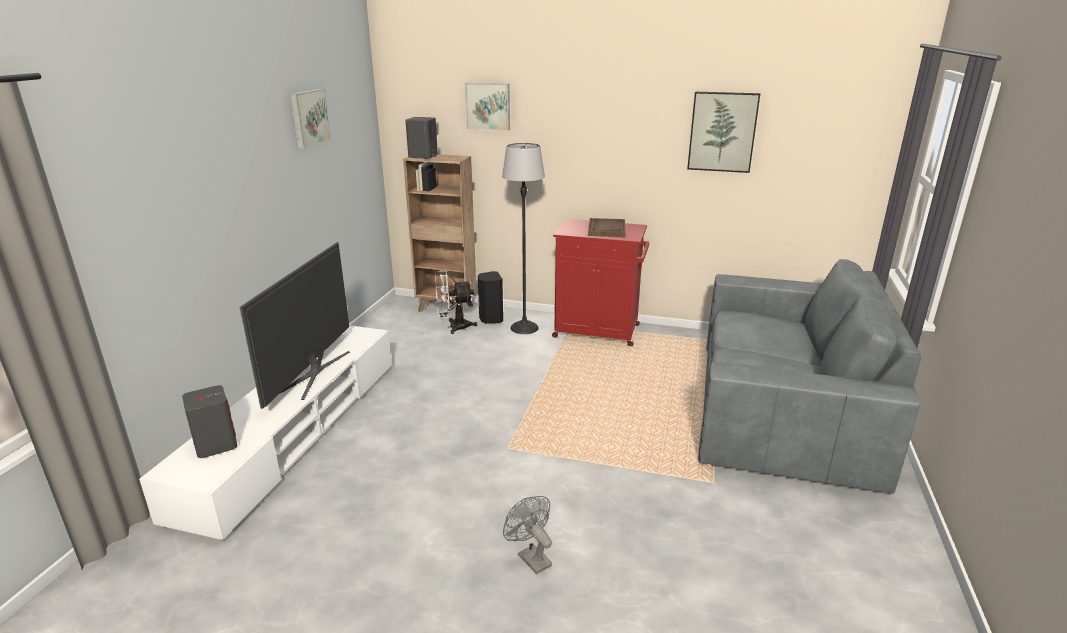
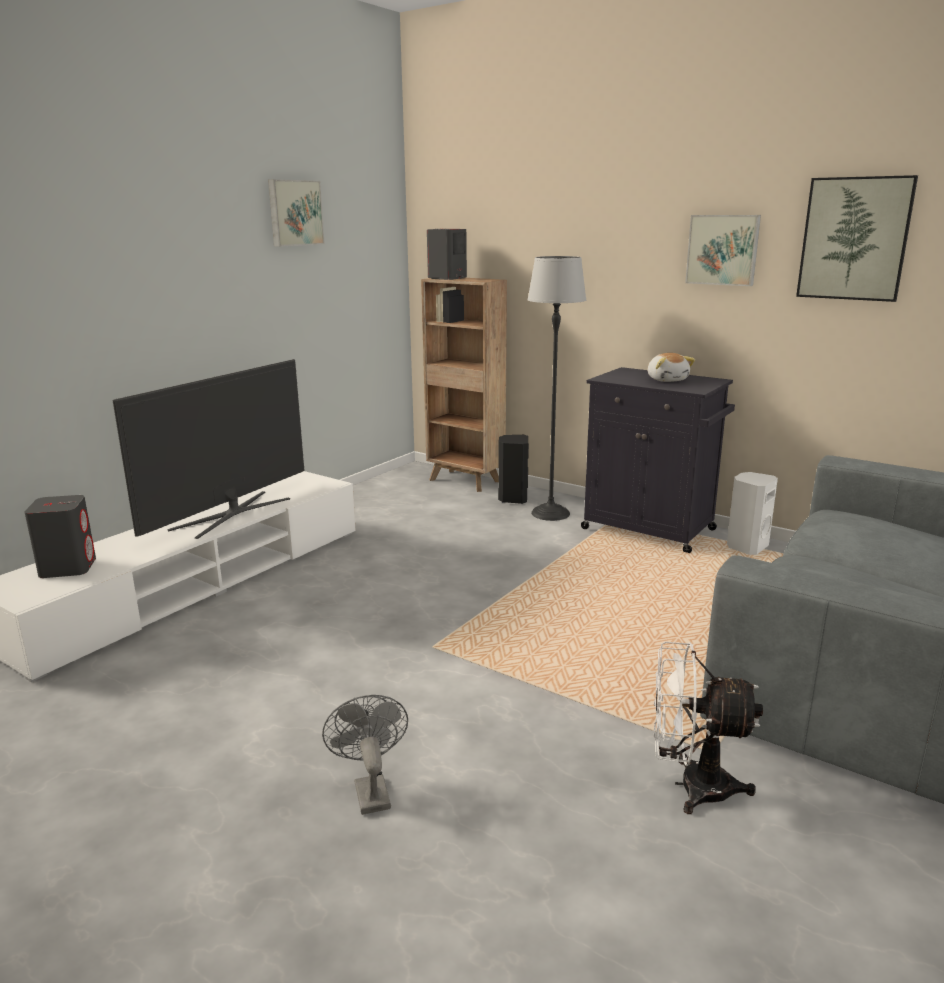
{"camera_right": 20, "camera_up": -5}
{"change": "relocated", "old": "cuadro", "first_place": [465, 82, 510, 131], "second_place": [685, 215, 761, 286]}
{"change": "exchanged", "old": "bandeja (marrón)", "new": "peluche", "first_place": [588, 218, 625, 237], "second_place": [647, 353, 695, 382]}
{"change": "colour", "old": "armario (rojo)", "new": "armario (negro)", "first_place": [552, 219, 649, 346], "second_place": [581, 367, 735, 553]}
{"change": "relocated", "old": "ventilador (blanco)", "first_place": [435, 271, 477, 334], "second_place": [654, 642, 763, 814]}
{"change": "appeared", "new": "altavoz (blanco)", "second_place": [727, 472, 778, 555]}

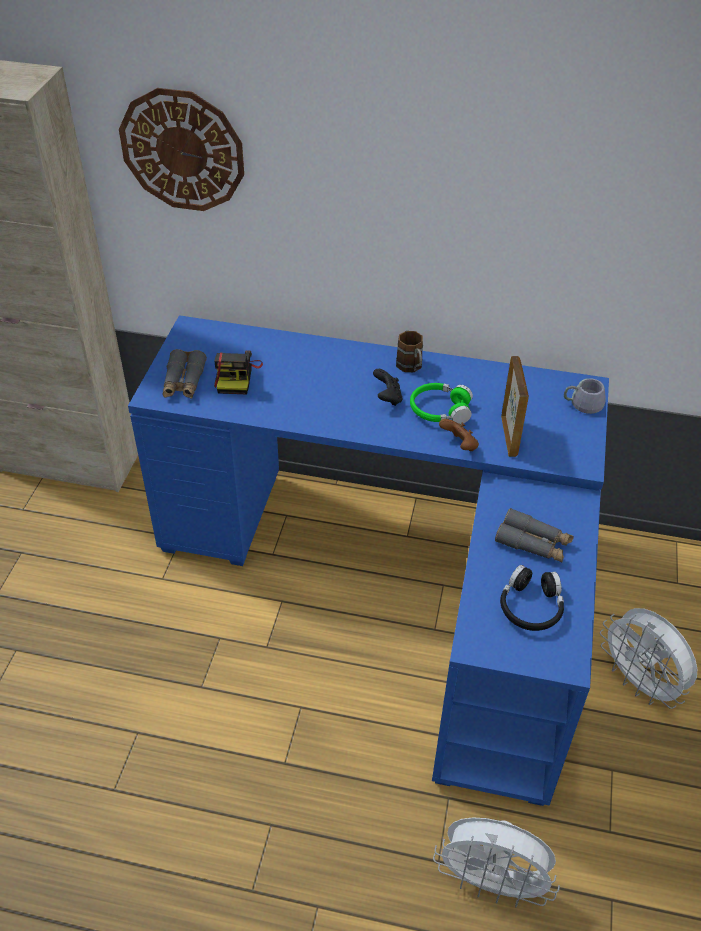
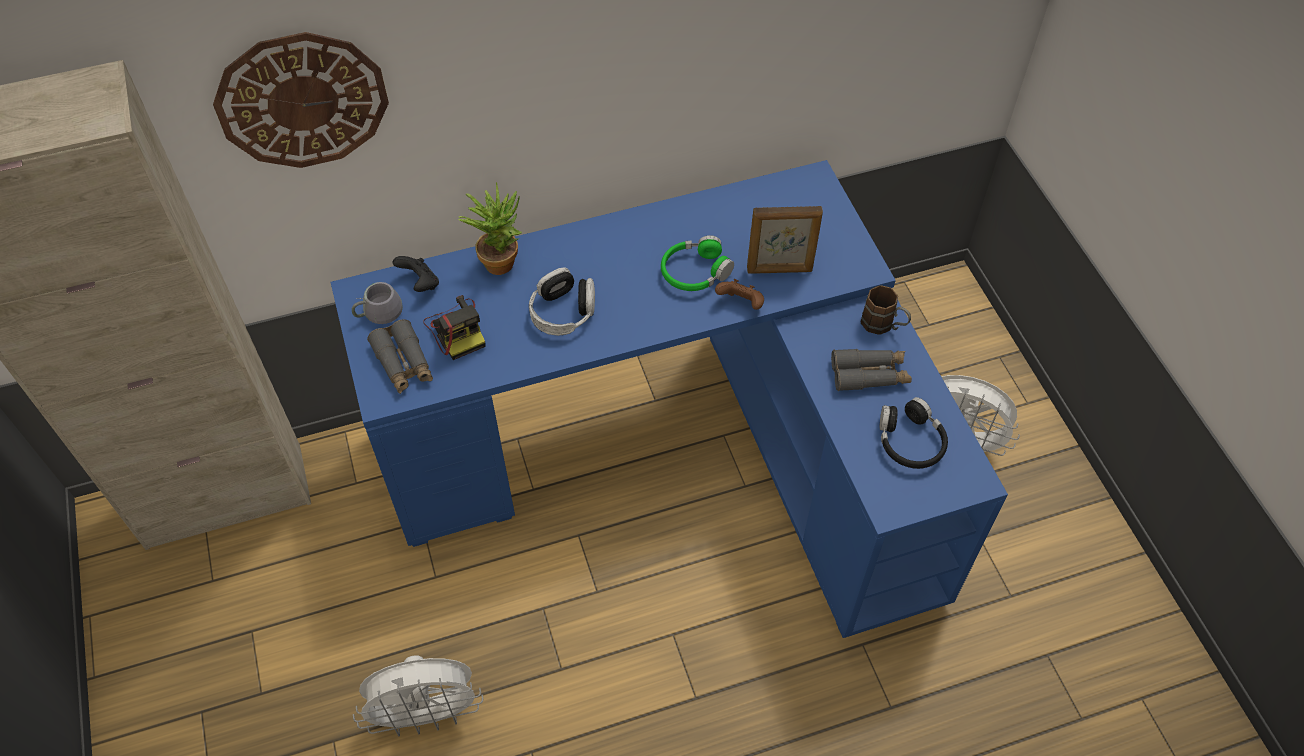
{"camera_right": -30, "camera_up": 10}
{"change": "relocated", "old": "taza grande (marrón)", "first_place": [396, 331, 423, 372], "second_place": [861, 285, 911, 335]}
{"change": "spun", "old": "portarretratos", "first_place": [501, 356, 529, 457], "second_place": [747, 206, 823, 274], "degrees": 120}
{"change": "relocated", "old": "mando de consola (negro)", "first_place": [373, 369, 402, 406], "second_place": [393, 256, 439, 292]}
{"change": "relocated", "old": "taza grande (gris)", "first_place": [564, 378, 606, 414], "second_place": [352, 282, 403, 324]}
{"change": "relocated", "old": "ventilador (blanco)", "first_place": [433, 817, 560, 907], "second_place": [353, 655, 483, 736]}
{"change": "appeared", "new": "planta en maceta", "second_place": [458, 182, 522, 275]}
{"change": "appeared", "new": "auriculares", "second_place": [529, 267, 595, 336]}

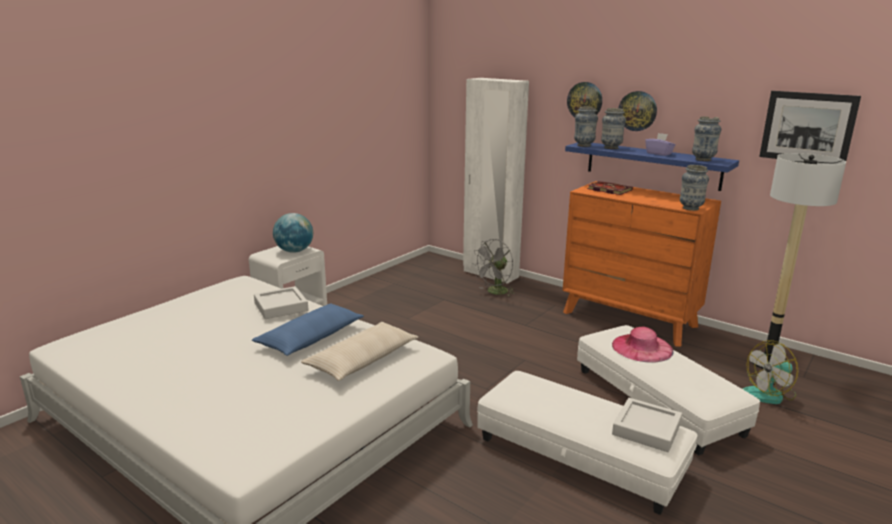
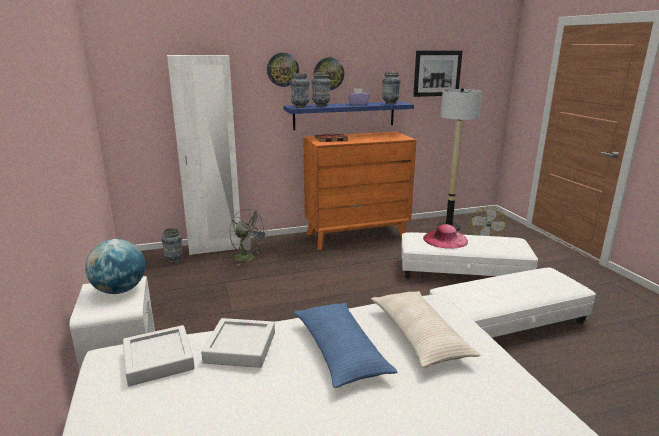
{"camera_right": -55, "camera_up": 0}
{"change": "relocated", "old": "florero", "first_place": [680, 165, 709, 211], "second_place": [161, 228, 183, 263]}
{"change": "spun", "old": "ventilador (gris)", "first_place": [474, 239, 514, 296], "second_place": [230, 208, 269, 266], "degrees": -45}
{"change": "relocated", "old": "bandeja (gris)", "first_place": [612, 398, 682, 452], "second_place": [123, 325, 195, 386]}

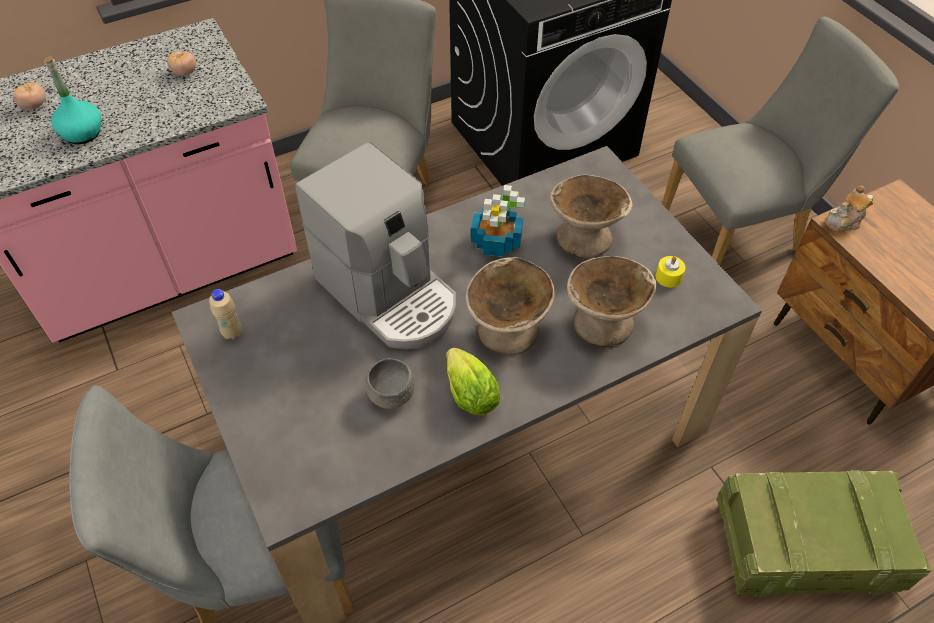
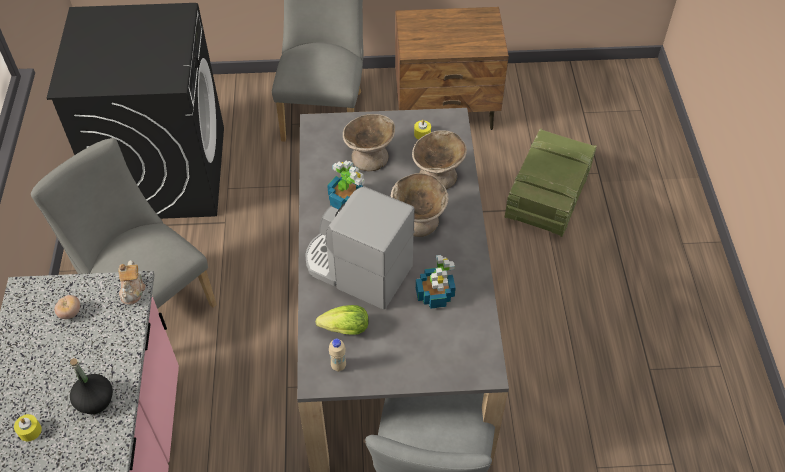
{"camera_right": -65, "camera_up": 0}
{"change": "colour", "old": "botella (turquesa)", "new": "botella (negro)", "first_place": [44, 56, 101, 144], "second_place": [70, 358, 113, 414]}
{"change": "exchanged", "old": "tomate", "new": "vela (amarillo)", "first_place": [14, 82, 46, 109], "second_place": [14, 414, 42, 441]}
{"change": "spun", "old": "cafetera", "first_place": [295, 142, 456, 349], "second_place": [305, 186, 415, 310], "degrees": -135}
{"change": "relocated", "old": "tetera", "first_place": [825, 186, 874, 232], "second_place": [118, 260, 146, 305]}
{"change": "relocated", "old": "lechuga", "first_place": [447, 348, 500, 415], "second_place": [316, 305, 368, 335]}
{"change": "exchanged", "old": "cuenco (gris)", "new": "planta en maceta", "first_place": [365, 358, 415, 409], "second_place": [416, 255, 456, 309]}

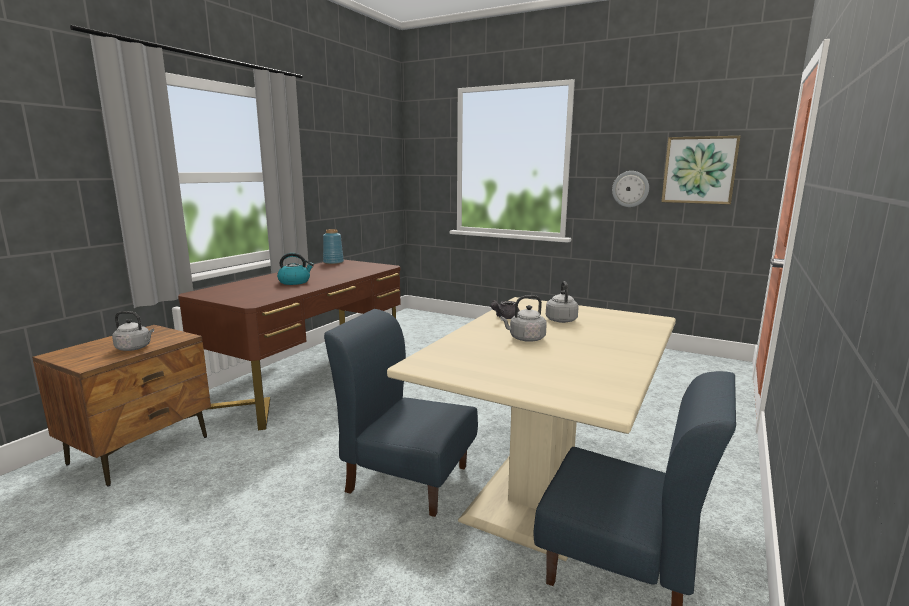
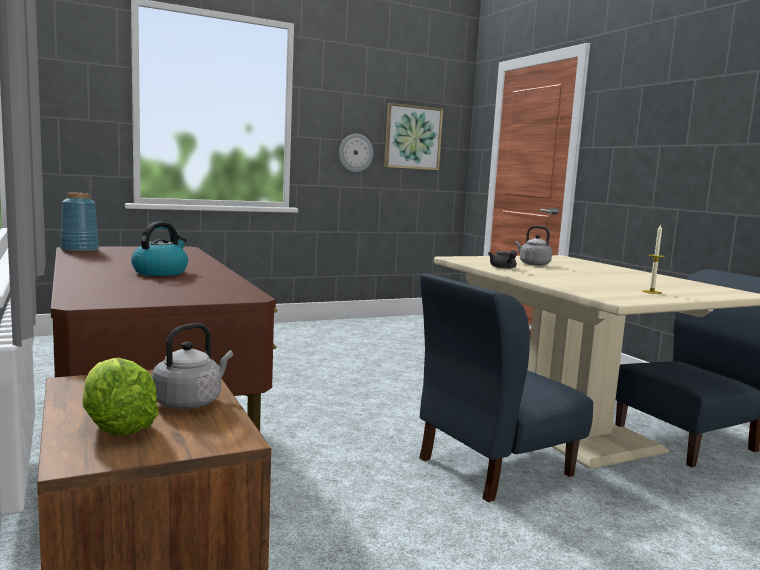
{"camera_right": -55, "camera_up": -5}
{"change": "missing", "old": "hervidor (gris)", "first_place": [500, 295, 547, 342]}
{"change": "appeared", "new": "vela", "second_place": [642, 224, 665, 294]}
{"change": "appeared", "new": "lechuga", "second_place": [82, 358, 159, 436]}

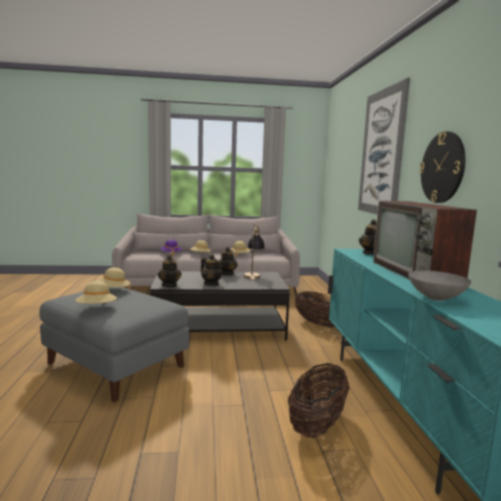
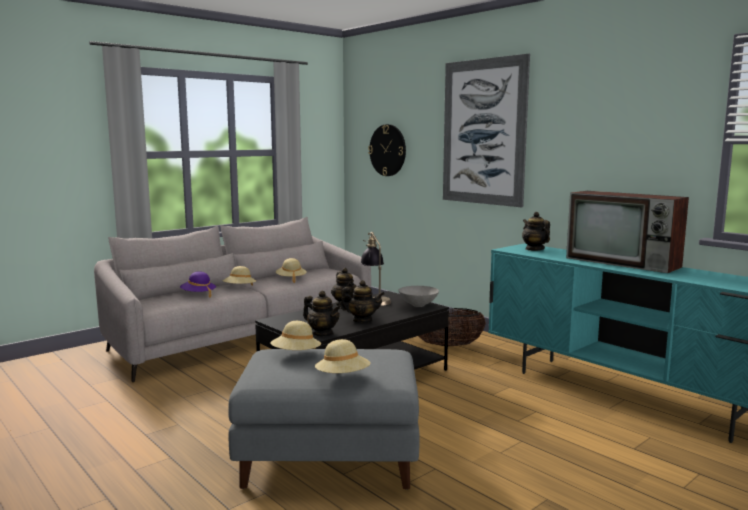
{"camera_right": -35, "camera_up": 0}
{"change": "relocated", "old": "reloj de pared", "first_place": [419, 131, 465, 203], "second_place": [368, 124, 406, 176]}
{"change": "relocated", "old": "cuenco (gris)", "first_place": [408, 270, 471, 301], "second_place": [399, 286, 439, 307]}
{"change": "missing", "old": "cesta", "first_place": [288, 363, 349, 438]}

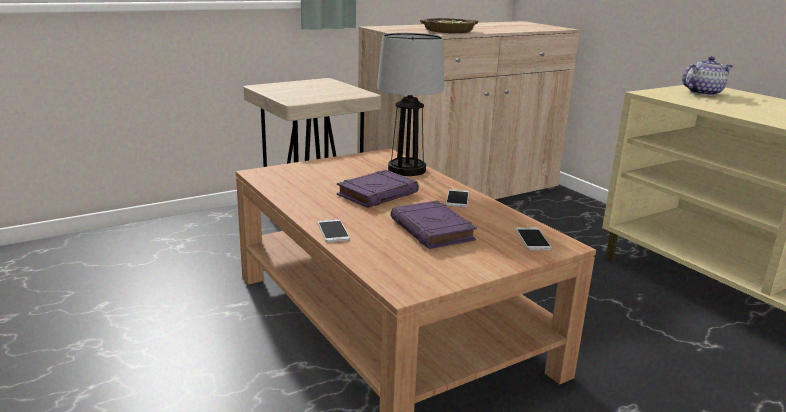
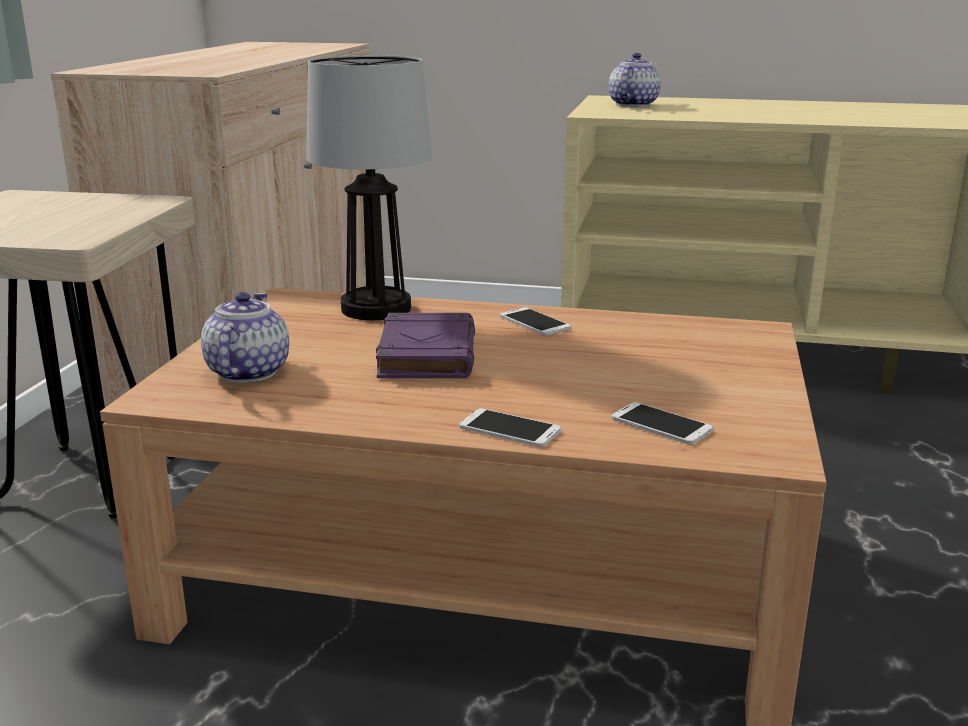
{"camera_right": -45, "camera_up": 0}
{"change": "missing", "old": "cuenco", "first_place": [420, 18, 478, 33]}
{"change": "missing", "old": "libro (morado)", "first_place": [391, 200, 477, 249]}
{"change": "relocated", "old": "móvil", "first_place": [516, 228, 552, 250], "second_place": [611, 402, 714, 445]}
{"change": "appeared", "new": "tetera", "second_place": [201, 292, 289, 383]}

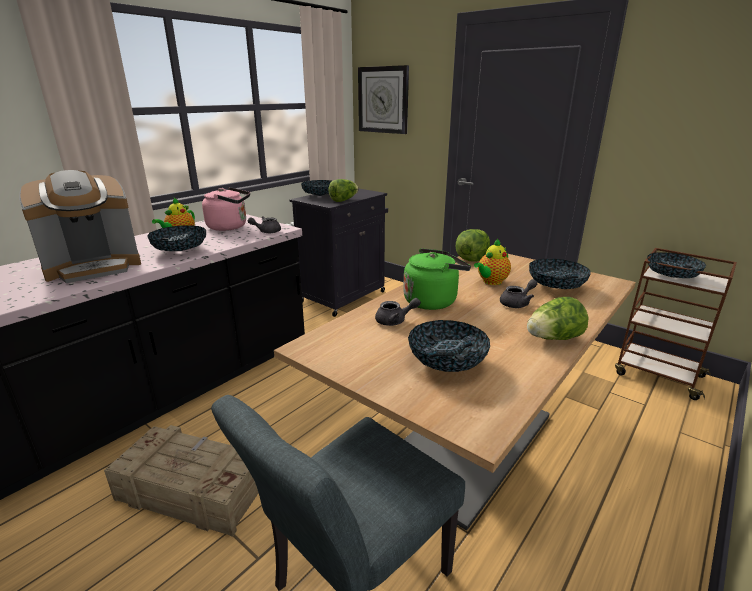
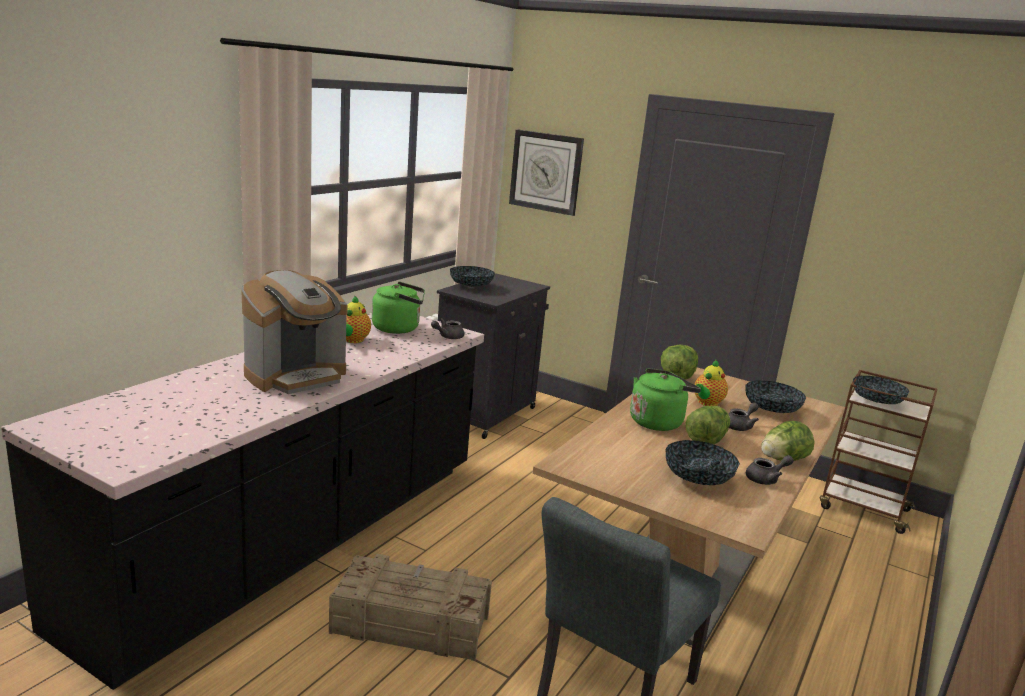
{"camera_right": -10, "camera_up": -5}
{"change": "relocated", "old": "lechuga", "first_place": [328, 179, 359, 202], "second_place": [685, 406, 730, 444]}
{"change": "colour", "old": "hervidor (rosa)", "new": "hervidor (verde)", "first_place": [202, 187, 250, 231], "second_place": [372, 282, 425, 334]}
{"change": "missing", "old": "cuenco", "first_place": [147, 225, 206, 251]}
{"change": "relocated", "old": "tetera (gris)", "first_place": [375, 298, 421, 326], "second_place": [746, 455, 794, 485]}

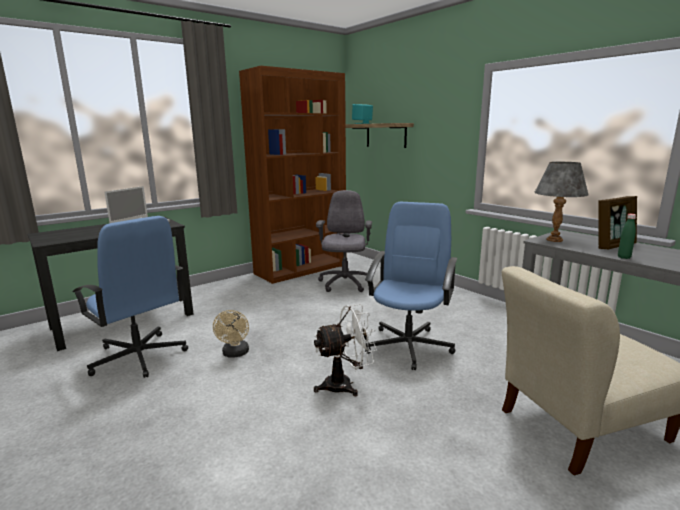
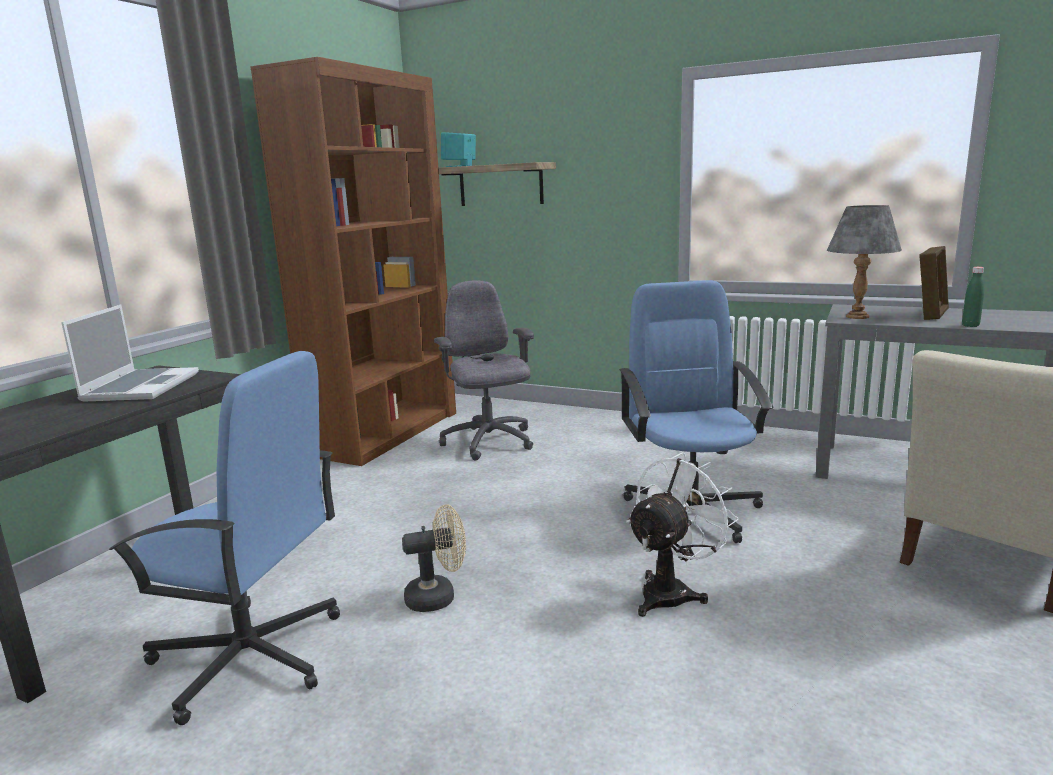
{"camera_right": -25, "camera_up": 0}
{"change": "spun", "old": "ventilador (beis)", "first_place": [213, 310, 249, 358], "second_place": [402, 504, 466, 612], "degrees": -75}

